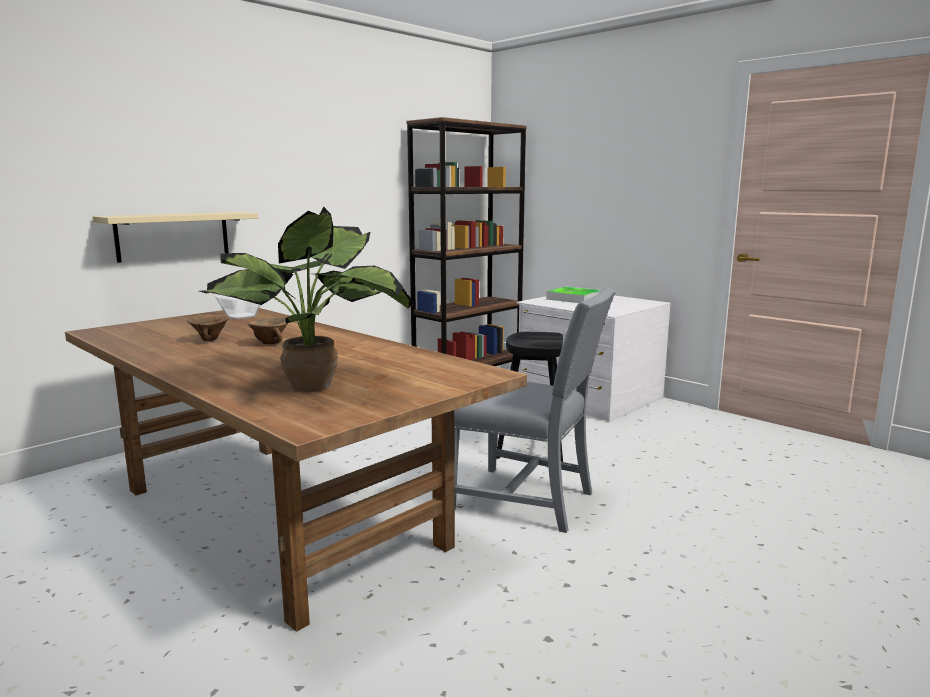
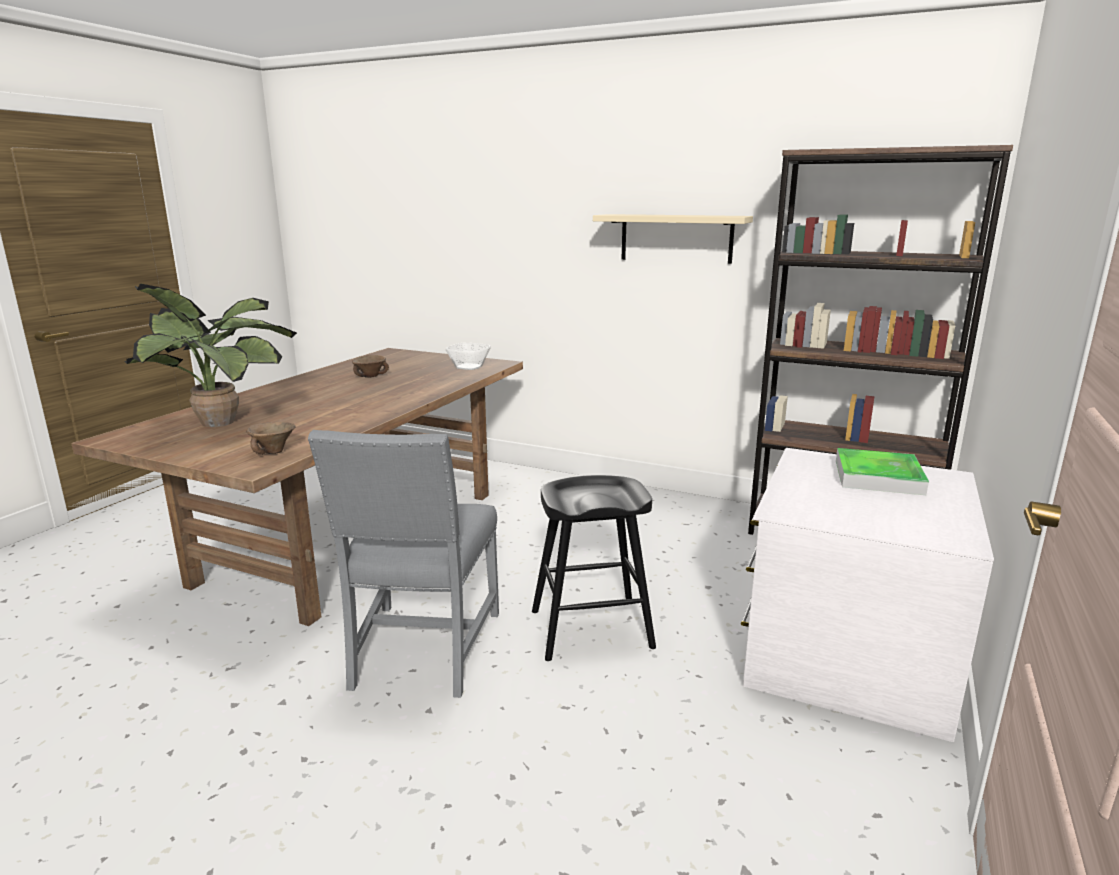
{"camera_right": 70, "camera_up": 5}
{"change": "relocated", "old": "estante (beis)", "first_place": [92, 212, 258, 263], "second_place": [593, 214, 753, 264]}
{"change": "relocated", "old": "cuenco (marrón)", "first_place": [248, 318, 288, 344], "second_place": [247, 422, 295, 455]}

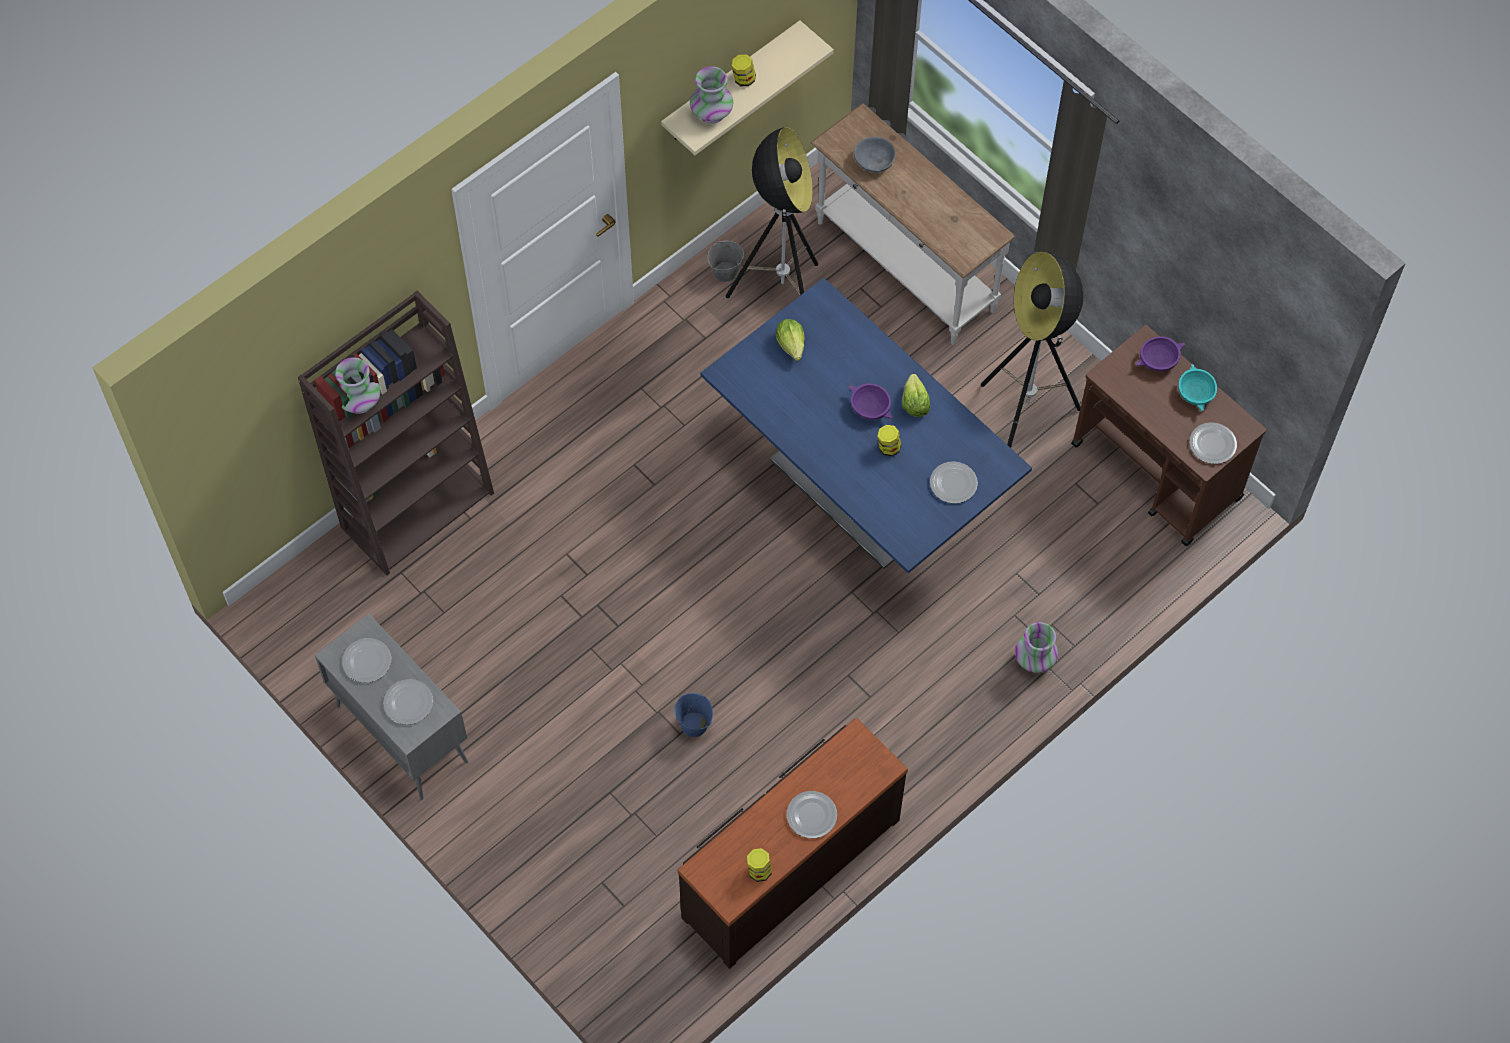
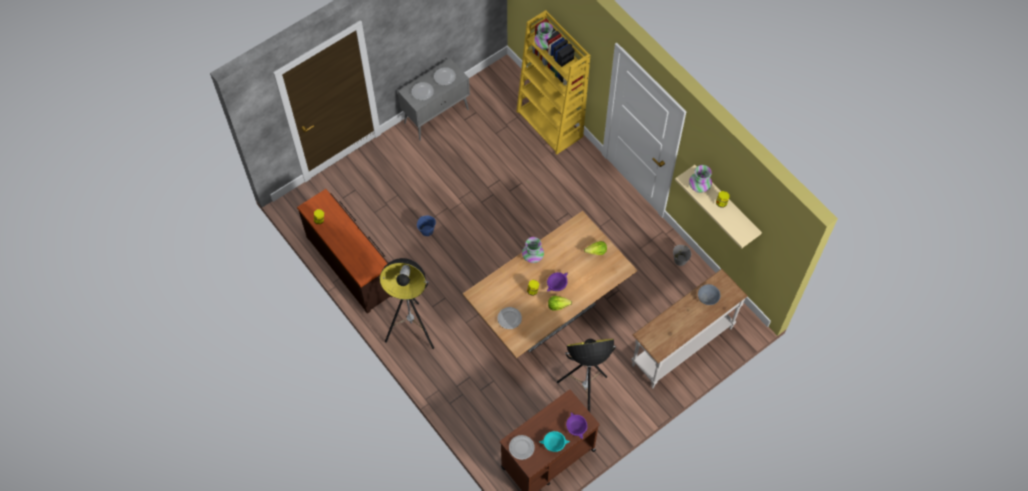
{"camera_right": 95, "camera_up": 0}
{"change": "relocated", "old": "lámpara de pie", "first_place": [726, 127, 818, 298], "second_place": [379, 258, 434, 349]}
{"change": "colour", "old": "mesa de comedor (azul)", "new": "mesa de comedor (marrón)", "first_place": [701, 278, 1032, 573], "second_place": [463, 211, 637, 358]}
{"change": "colour", "old": "estantería (marrón)", "new": "estantería (amarillo)", "first_place": [298, 291, 494, 576], "second_place": [516, 10, 590, 155]}
{"change": "relocated", "old": "florero", "first_place": [1015, 622, 1058, 673], "second_place": [522, 237, 544, 263]}
{"change": "missing", "old": "plato", "first_place": [787, 791, 837, 838]}

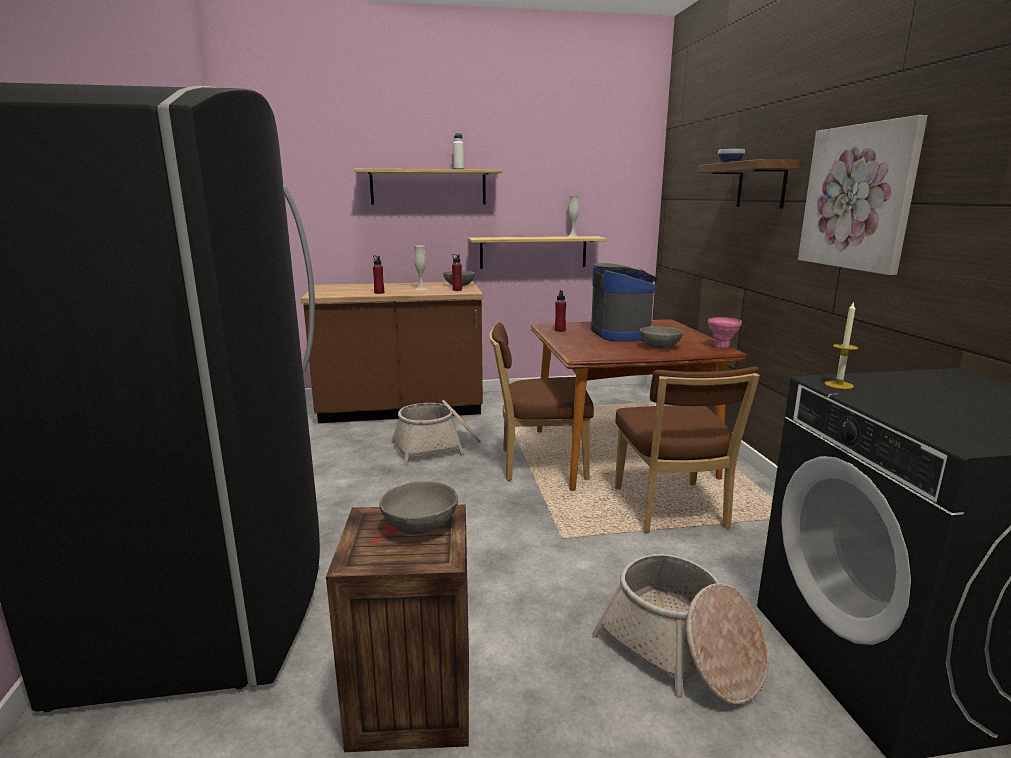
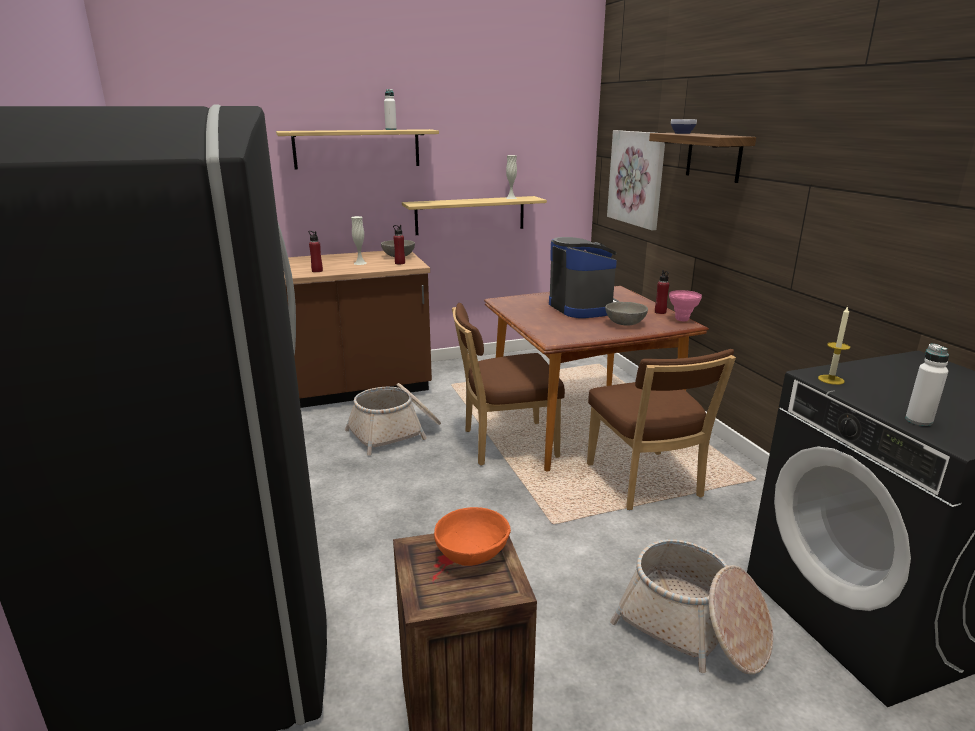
{"camera_right": -10, "camera_up": 5}
{"change": "relocated", "old": "cuadro", "first_place": [798, 115, 928, 275], "second_place": [607, 130, 665, 230]}
{"change": "relocated", "old": "botella (rojo)", "first_place": [555, 290, 566, 332], "second_place": [655, 270, 669, 314]}
{"change": "colour", "old": "cuenco (gris)", "new": "cuenco (naranja)", "first_place": [380, 481, 458, 534], "second_place": [434, 507, 511, 566]}
{"change": "appeared", "new": "botella (blanco)", "second_place": [905, 343, 949, 426]}

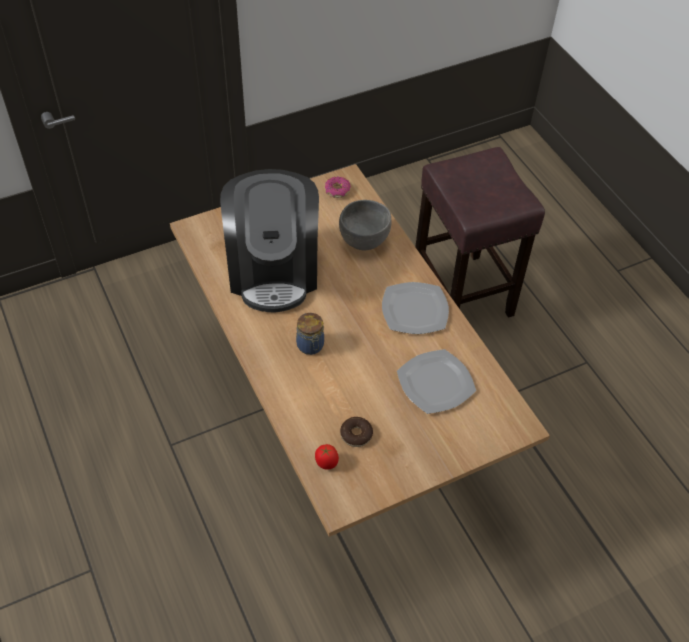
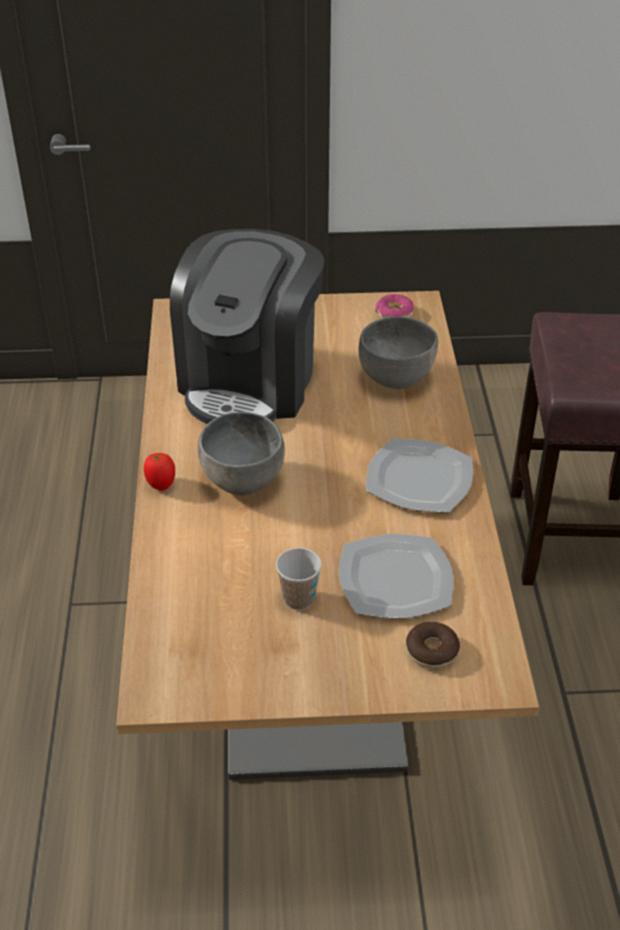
{"camera_right": 25, "camera_up": -10}
{"change": "exchanged", "old": "tarro", "new": "cuenco (gris)", "first_place": [296, 313, 324, 355], "second_place": [198, 412, 285, 495]}
{"change": "relocated", "old": "rosquilla", "first_place": [340, 417, 373, 447], "second_place": [406, 622, 460, 669]}
{"change": "relocated", "old": "tomate", "first_place": [315, 444, 339, 469], "second_place": [144, 453, 175, 491]}
{"change": "appeared", "new": "taza", "second_place": [276, 548, 321, 610]}

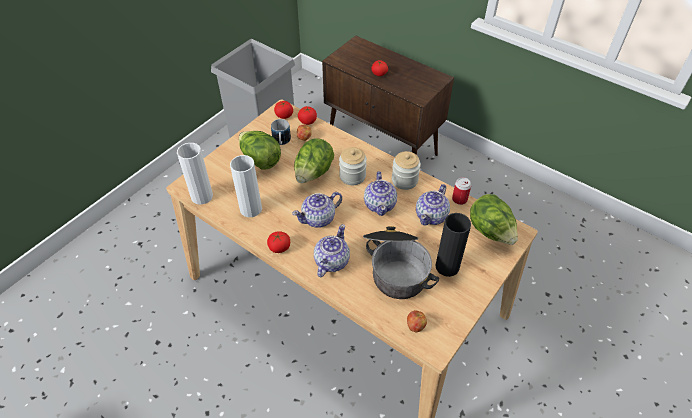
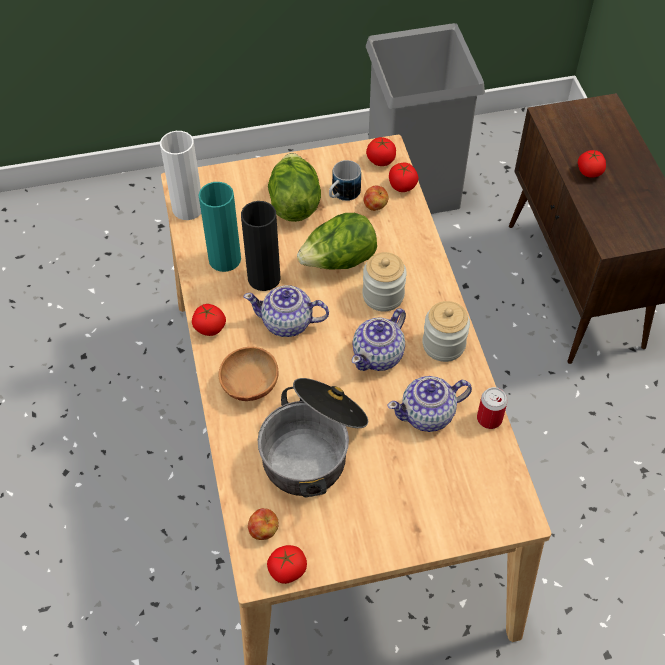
{"camera_right": 40, "camera_up": 5}
{"change": "colour", "old": "florero (blanco)", "new": "florero (turquesa)", "first_place": [230, 155, 262, 217], "second_place": [199, 182, 241, 272]}
{"change": "missing", "old": "lechuga", "first_place": [470, 194, 518, 245]}
{"change": "relocated", "old": "florero (negro)", "first_place": [435, 213, 471, 277], "second_place": [241, 201, 281, 291]}
{"change": "exchanged", "old": "tetera", "new": "cuenco (marrón)", "first_place": [314, 224, 350, 277], "second_place": [218, 347, 279, 401]}
{"change": "appeared", "new": "tomate", "second_place": [267, 545, 307, 584]}

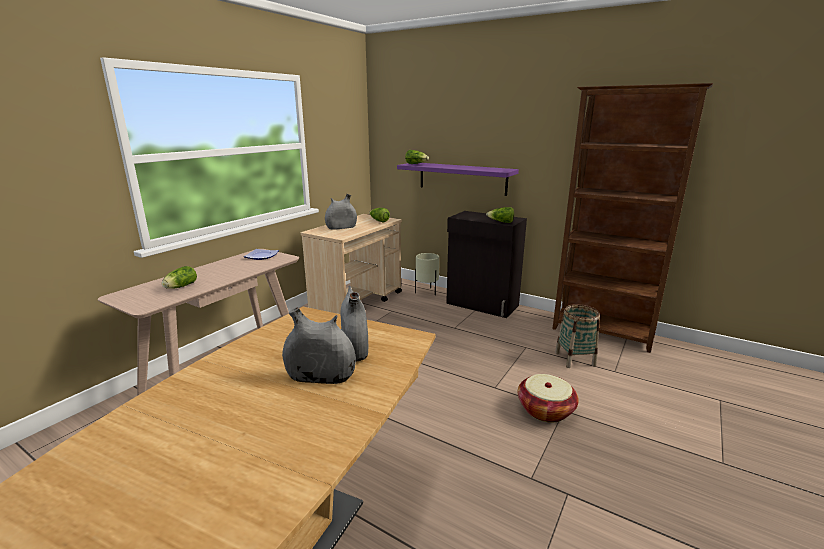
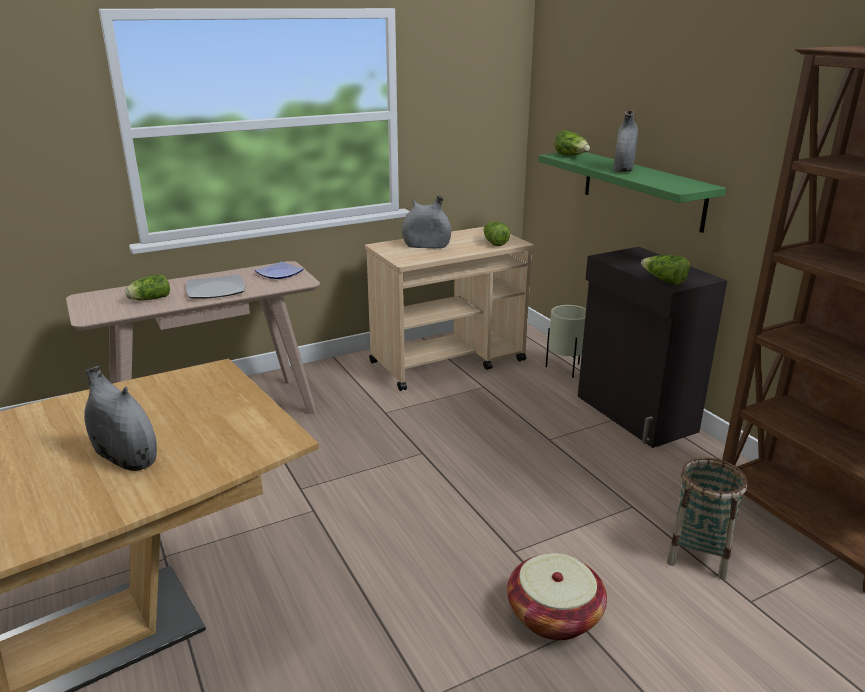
{"camera_right": 30, "camera_up": 5}
{"change": "colour", "old": "estante (morado)", "new": "estante (verde)", "first_place": [397, 163, 519, 196], "second_place": [539, 152, 726, 233]}
{"change": "relocated", "old": "florero (gris)", "first_place": [340, 286, 368, 362], "second_place": [613, 110, 638, 172]}
{"change": "appeared", "new": "plato", "second_place": [186, 274, 245, 298]}

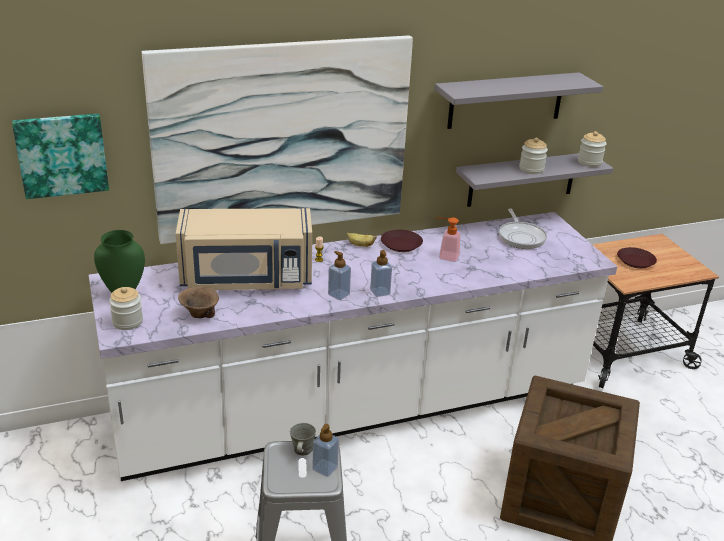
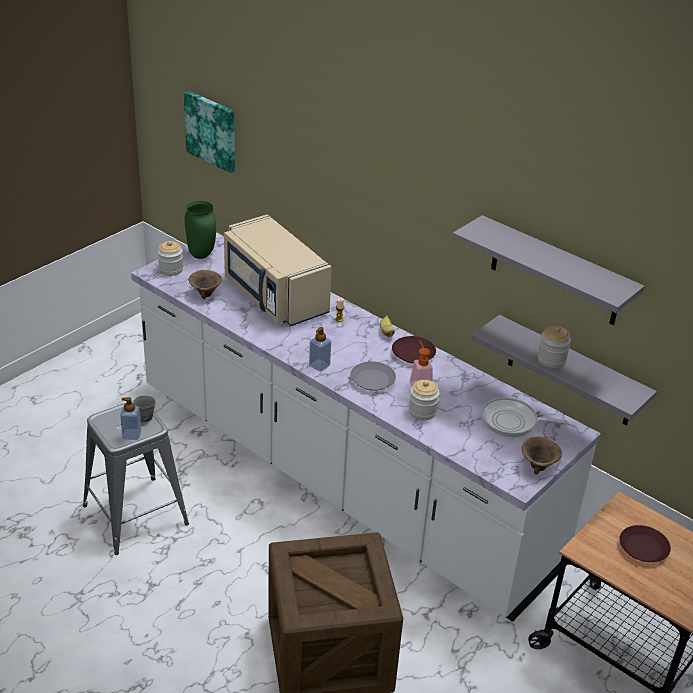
{"camera_right": 60, "camera_up": 5}
{"change": "missing", "old": "cuadro", "first_place": [142, 35, 413, 244]}
{"change": "relocated", "old": "tarro", "first_place": [578, 131, 607, 167], "second_place": [409, 380, 440, 420]}
{"change": "spun", "old": "sartén", "first_place": [499, 209, 547, 249], "second_place": [482, 398, 568, 437], "degrees": 45}
{"change": "missing", "old": "dispensador de jabón", "first_place": [328, 251, 351, 300]}
{"change": "appeared", "new": "plato (gris)", "second_place": [350, 362, 396, 391]}
{"change": "appeared", "new": "cuenco (marrón)", "second_place": [522, 436, 562, 475]}

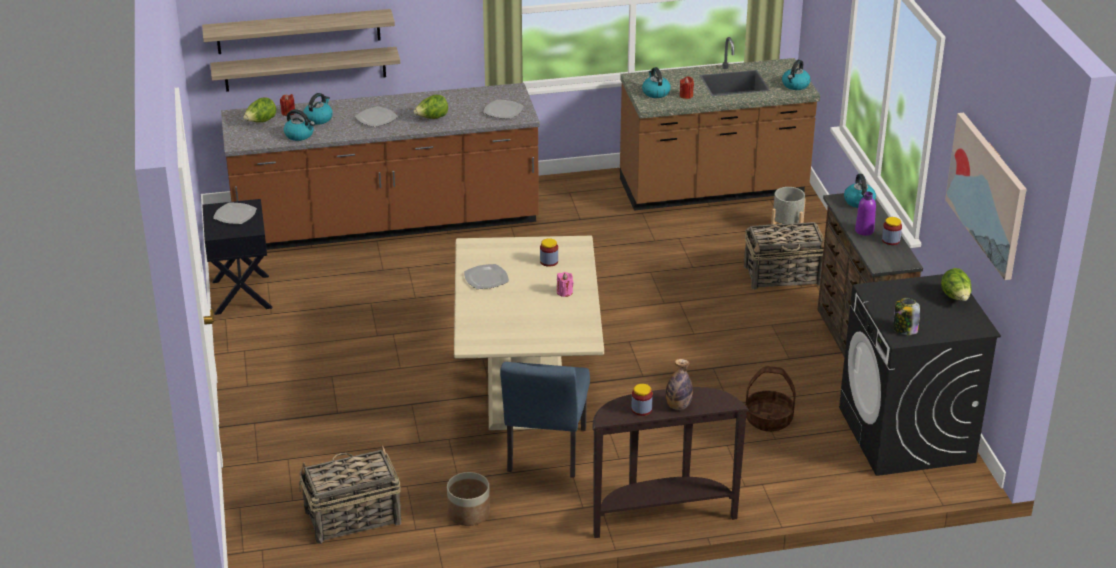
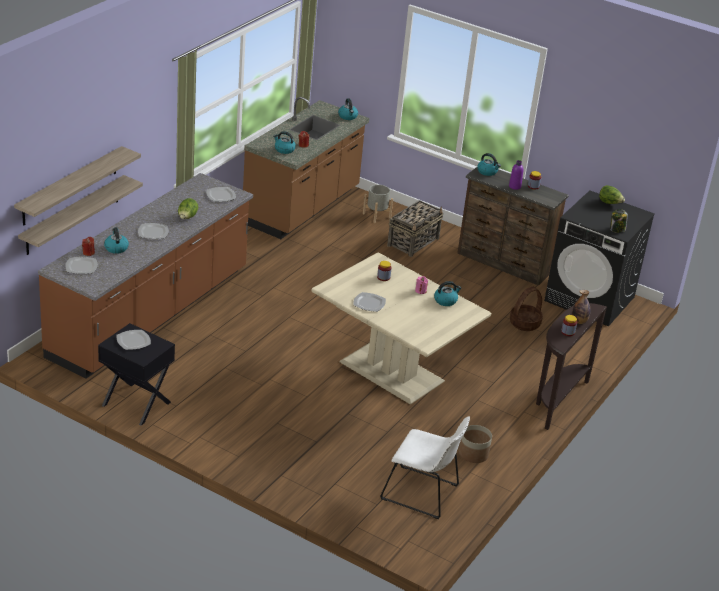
{"camera_right": -50, "camera_up": 0}
{"change": "exchanged", "old": "lechuga", "new": "plato", "first_place": [243, 97, 276, 122], "second_place": [65, 257, 98, 274]}
{"change": "relocated", "old": "hervidor", "first_place": [284, 109, 315, 141], "second_place": [434, 281, 461, 306]}
{"change": "missing", "old": "cuadro", "first_place": [945, 113, 1026, 280]}
{"change": "missing", "old": "silla (azul)", "first_place": [500, 362, 590, 478]}
{"change": "exchanged", "old": "cesta", "new": "silla (blanco)", "first_place": [299, 445, 401, 544], "second_place": [380, 417, 470, 519]}

